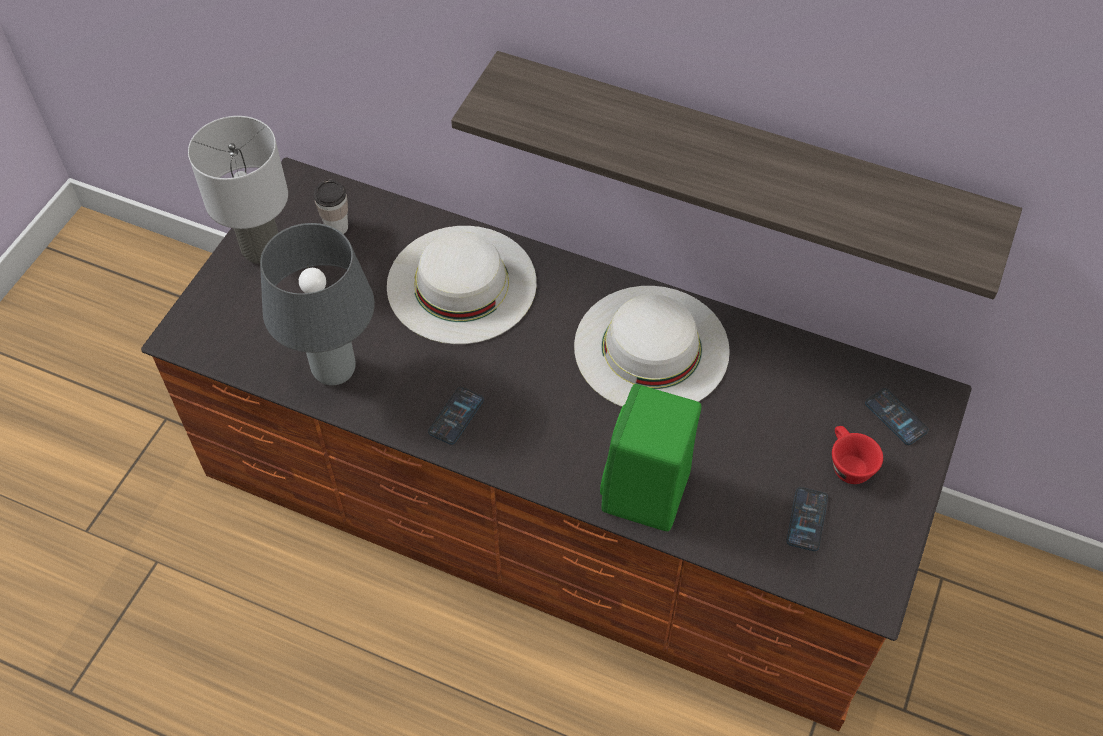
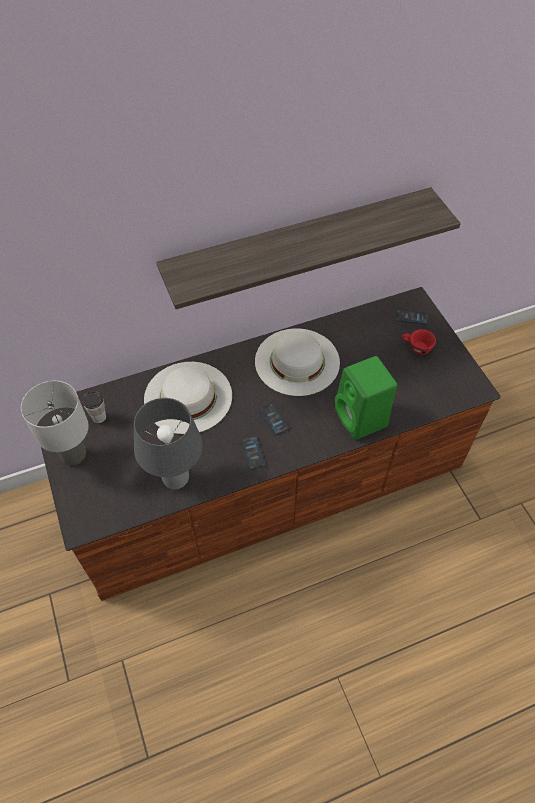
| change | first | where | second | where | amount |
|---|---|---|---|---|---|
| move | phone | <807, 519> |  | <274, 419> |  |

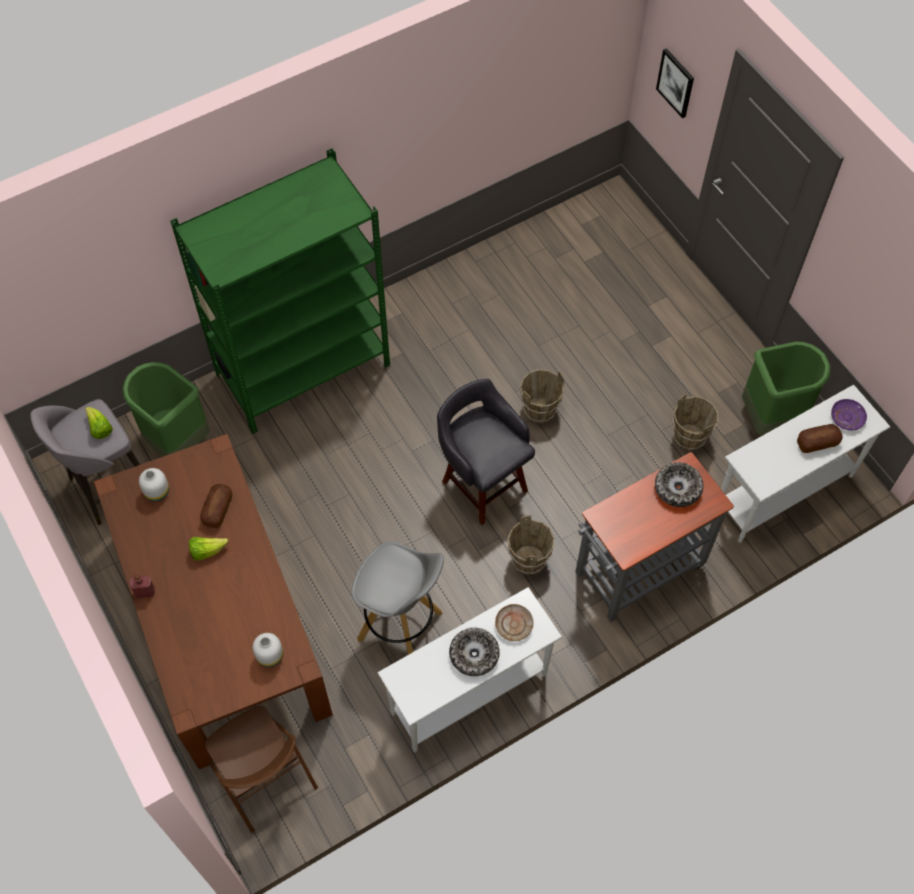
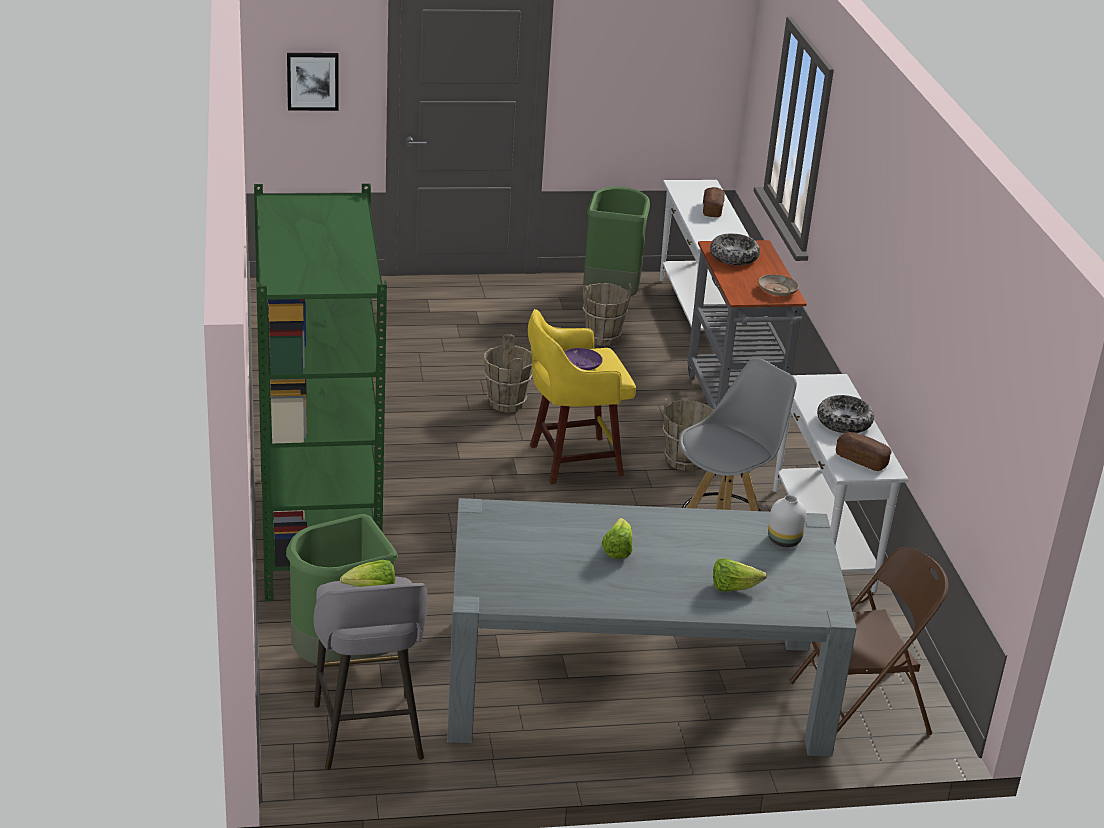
| change | first | where | second | where | amount |
|---|---|---|---|---|---|
| recolor | brown_dining_table | <213, 601> | grey_dining_table | <652, 627> |  |
| delete | red_bottle | <142, 586> |  |  |  |
| delete | white_vase | <154, 485> |  |  |  |
| move | bread | <216, 506> |  | <863, 451> |  |
| recolor | grey_stool | <486, 452> | yellow_stool | <582, 396> |  |
| move | beige_plate | <514, 622> |  | <778, 285> |  |
| move | purple_plate | <849, 414> |  | <583, 359> |  |
| insert |  |  | lettuce | <740, 575> |  |

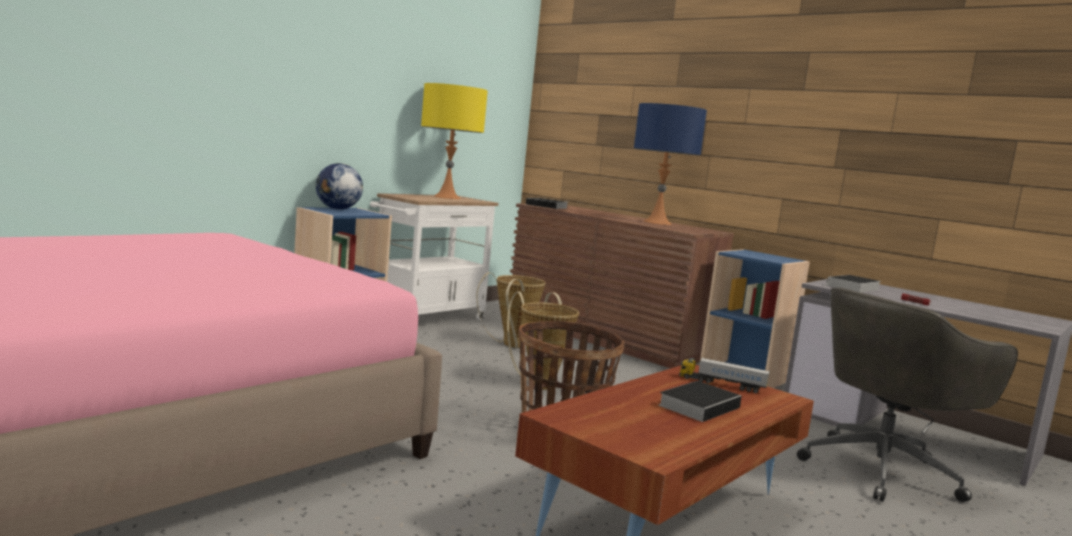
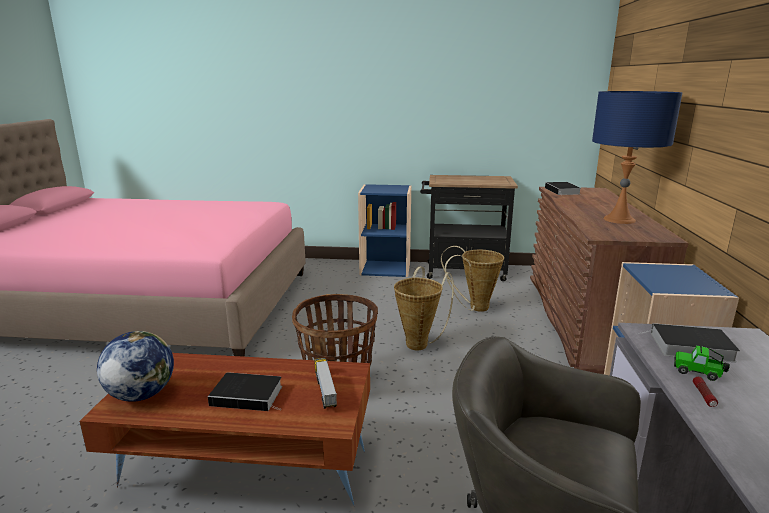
| change | first | where | second | where | amount |
|---|---|---|---|---|---|
| move | globe | <339, 186> |  | <135, 366> |  |
| recolor | white_cart | <434, 256> | black_cart | <469, 228> |  |
| delete | yellow_table_lamp | <454, 141> |  |  |  |
| insert |  |  | toy_car | <702, 363> |  |

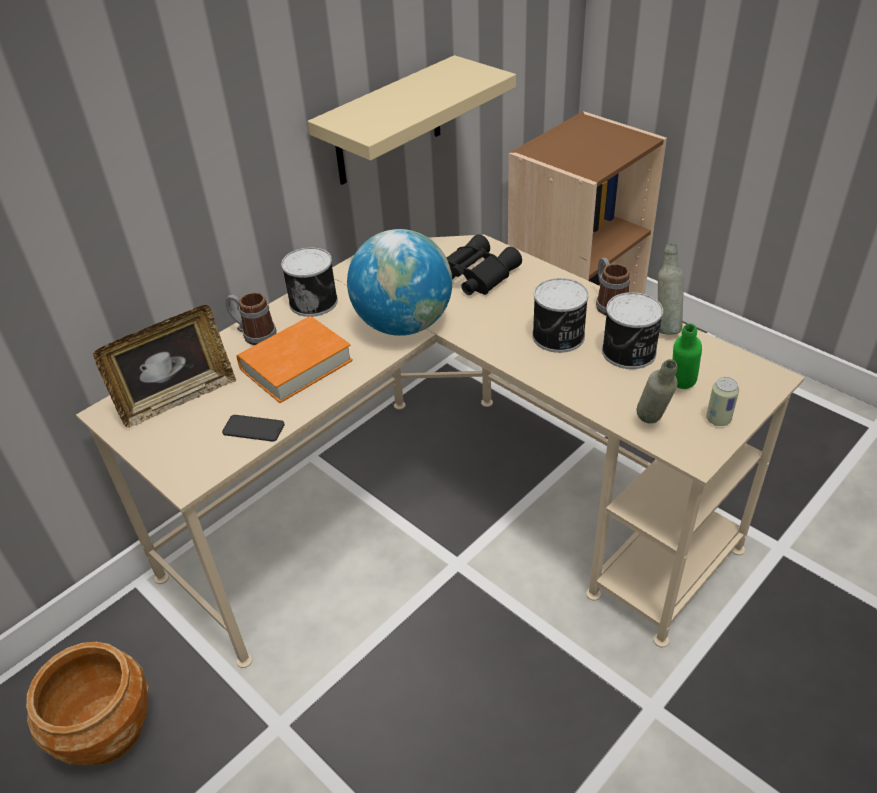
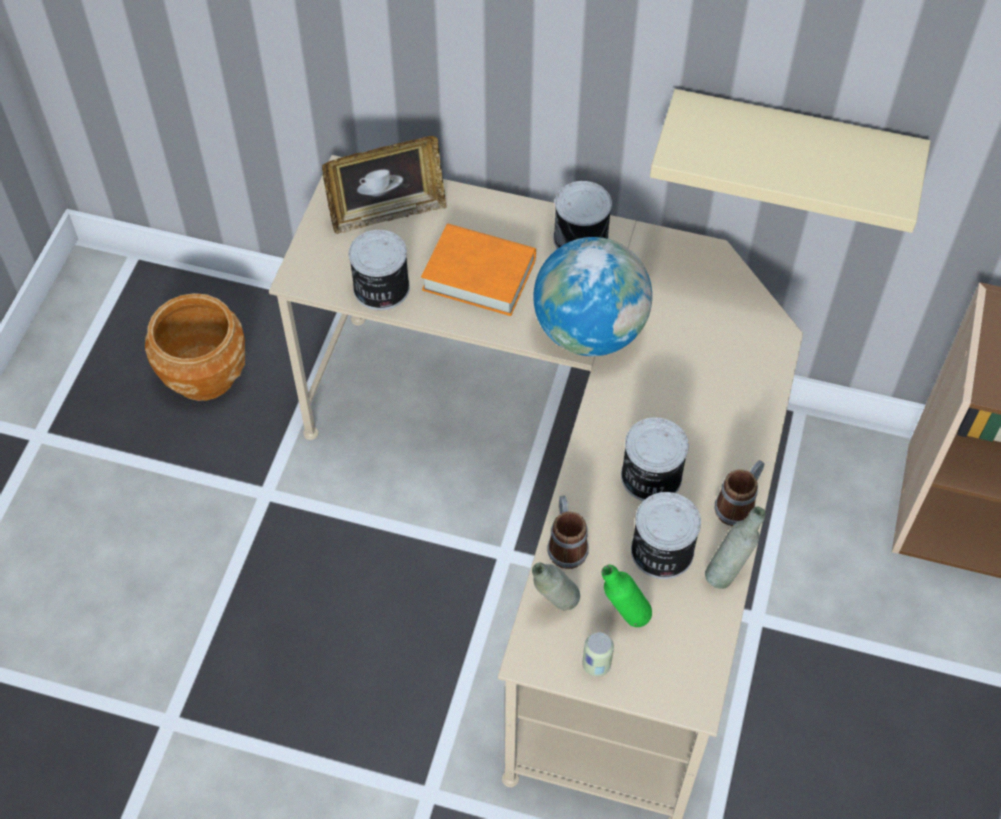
| change | first | where | second | where | amount |
|---|---|---|---|---|---|
| rotate | picture_frame | <164, 366> |  | <384, 185> | 45 degrees counterclockwise |
| replace | phone | <253, 428> | can | <379, 270> |  |
| move | mug | <251, 318> |  | <568, 532> |  |
| delete | black_binoculars | <484, 264> |  |  |  |

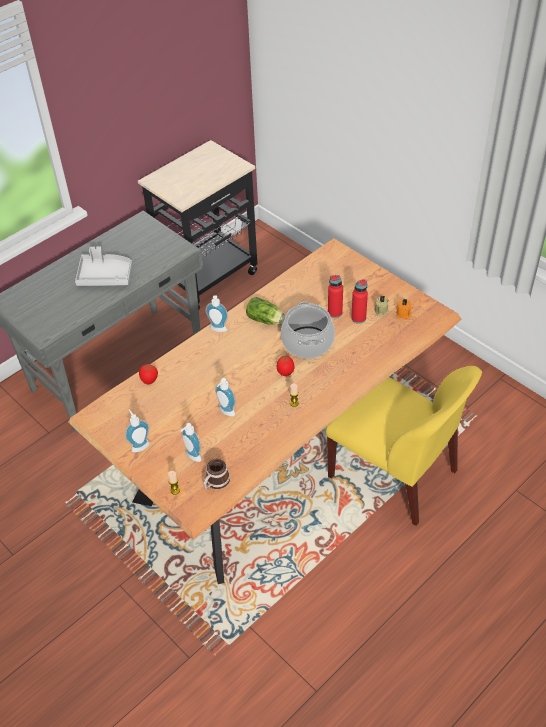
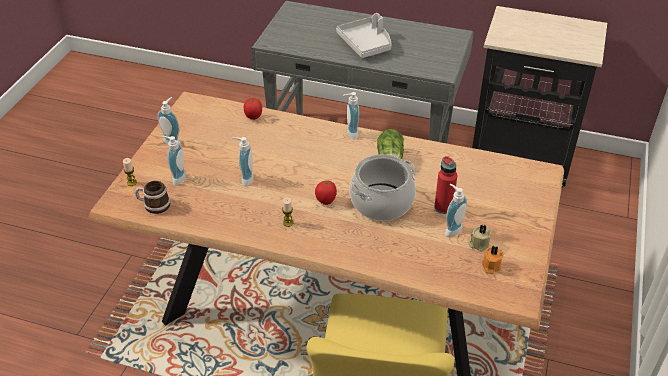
| change | first | where | second | where | amount |
|---|---|---|---|---|---|
| replace | red_bottle | <359, 301> | soap_dispenser | <456, 210> |  |

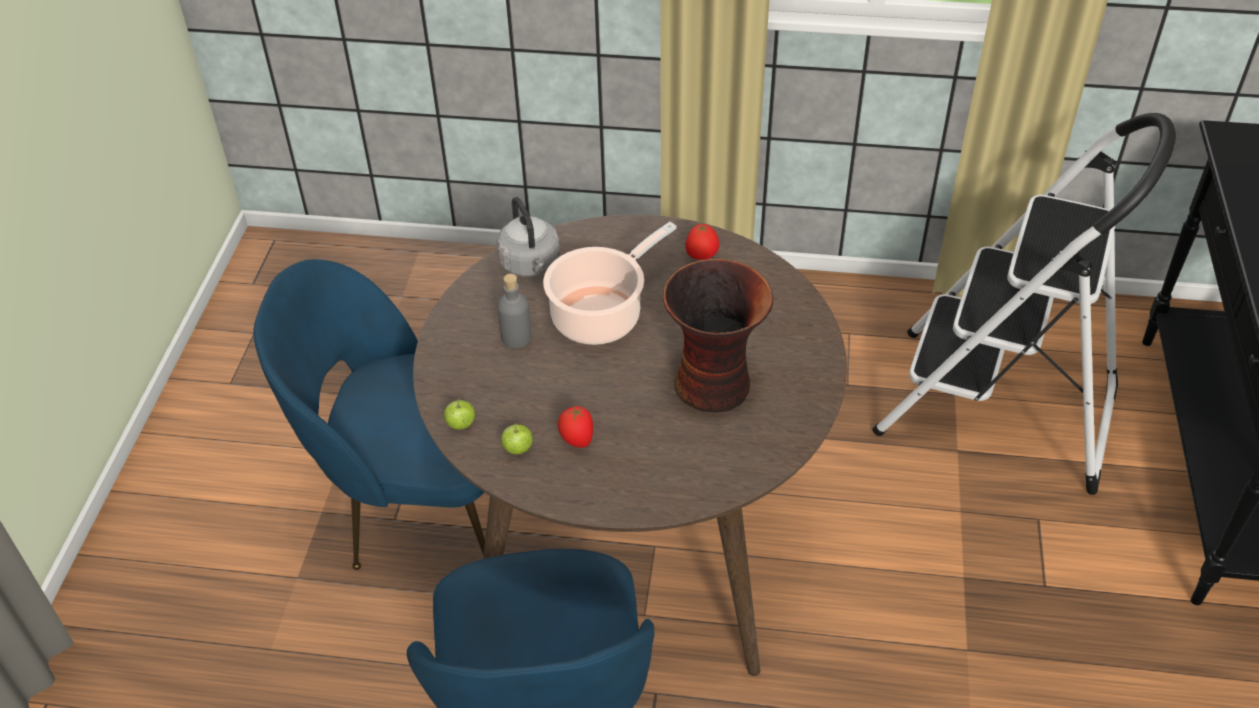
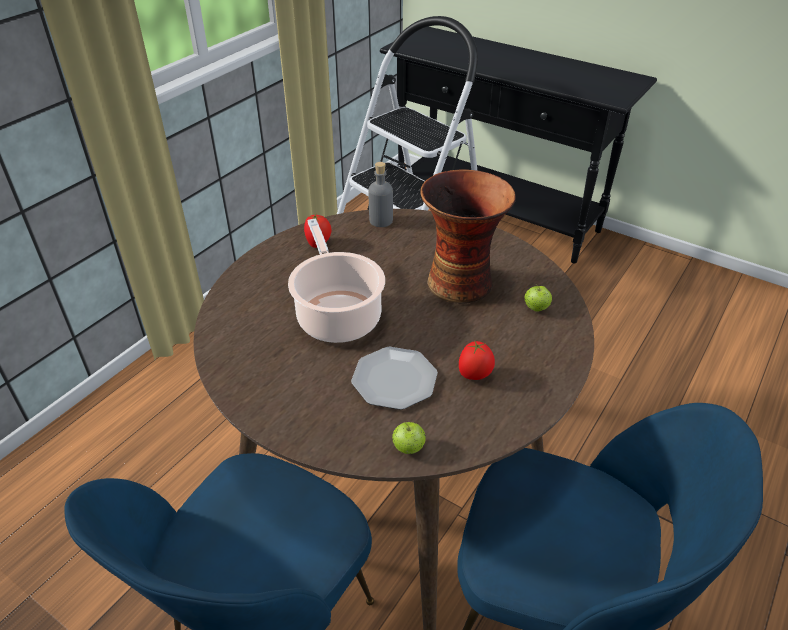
| change | first | where | second | where | amount |
|---|---|---|---|---|---|
| delete | grey_kettle | <528, 237> |  |  |  |
| move | grey_bottle | <514, 311> |  | <380, 194> |  |
| move | apple | <517, 439> |  | <538, 298> |  |
| insert |  |  | plate | <394, 378> |  |

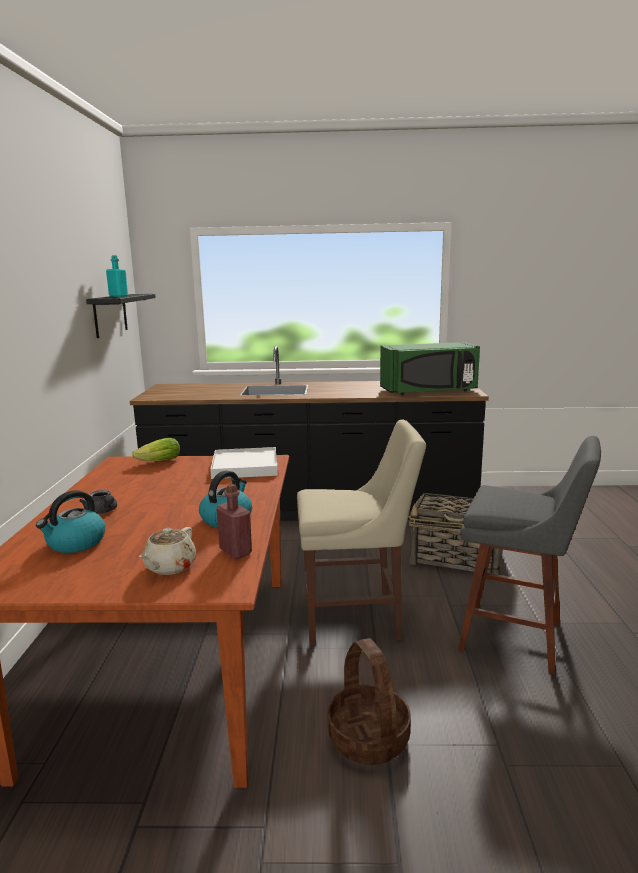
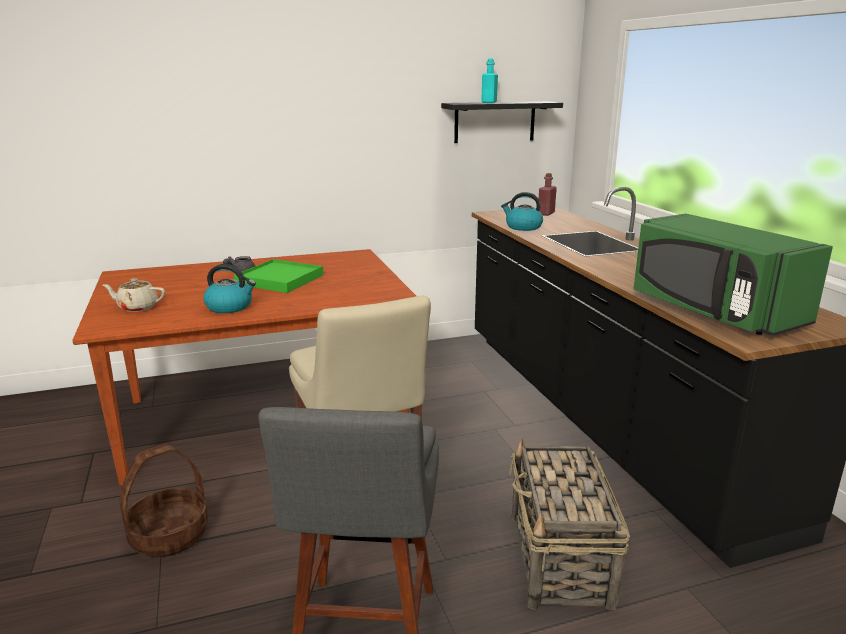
| change | first | where | second | where | amount |
|---|---|---|---|---|---|
| move | kettle | <70, 521> |  | <522, 211> |  |
| delete | lettuce | <156, 449> |  |  |  |
| delete | white_tray | <244, 463> |  |  |  |
| move | red_bottle | <234, 521> |  | <548, 194> |  |
| insert |  |  | green_tray | <279, 276> |  |

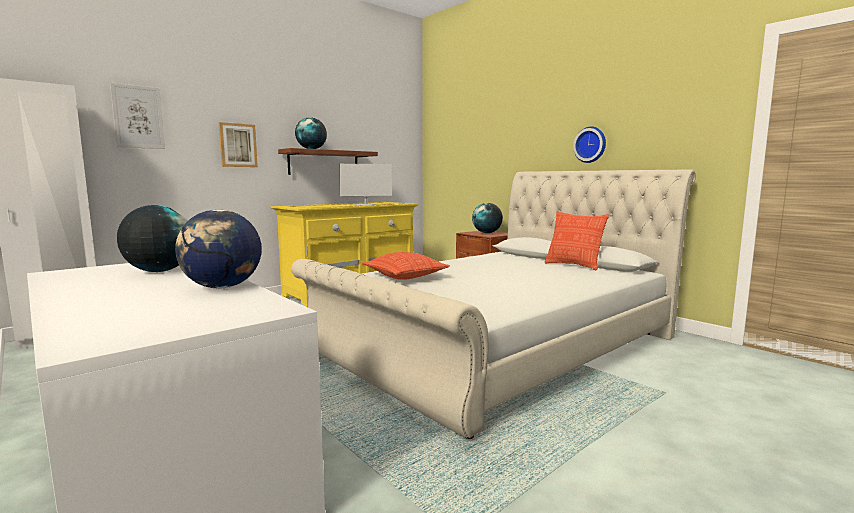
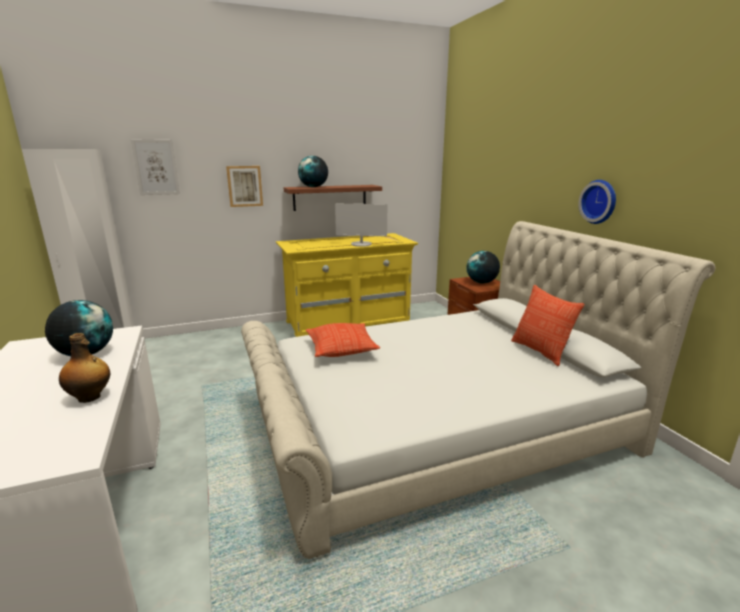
| change | first | where | second | where | amount |
|---|---|---|---|---|---|
| replace | globe | <218, 249> | bottle | <84, 368> |  |

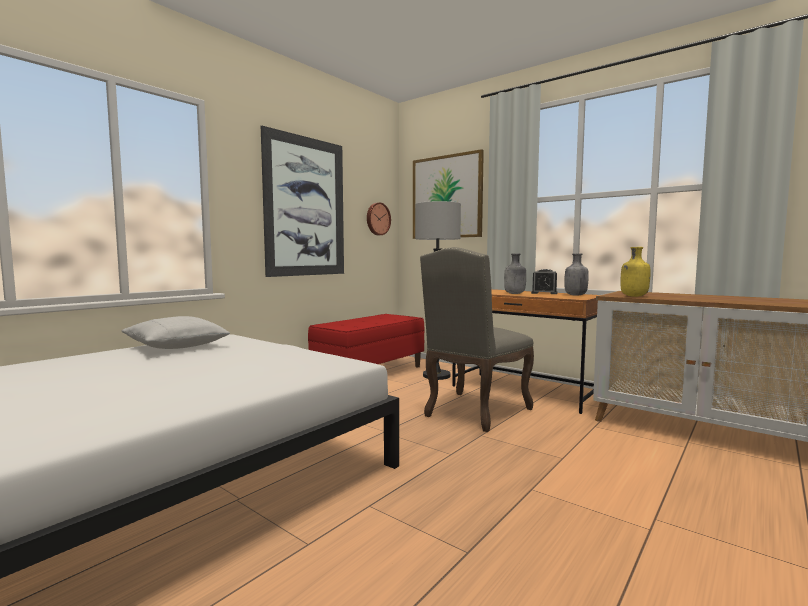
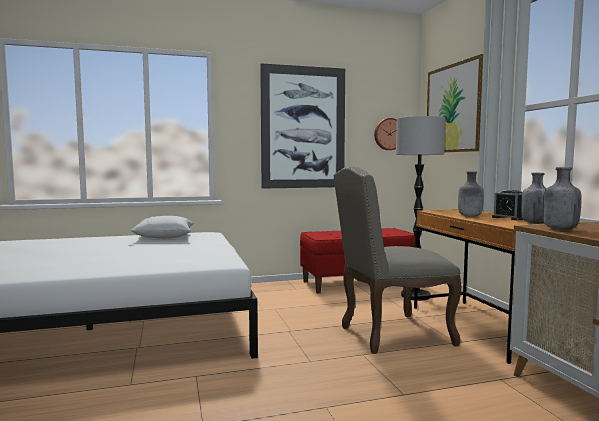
| change | first | where | second | where | amount |
|---|---|---|---|---|---|
| recolor | yellow_bottle | <635, 272> | grey_bottle | <562, 198> |  |

